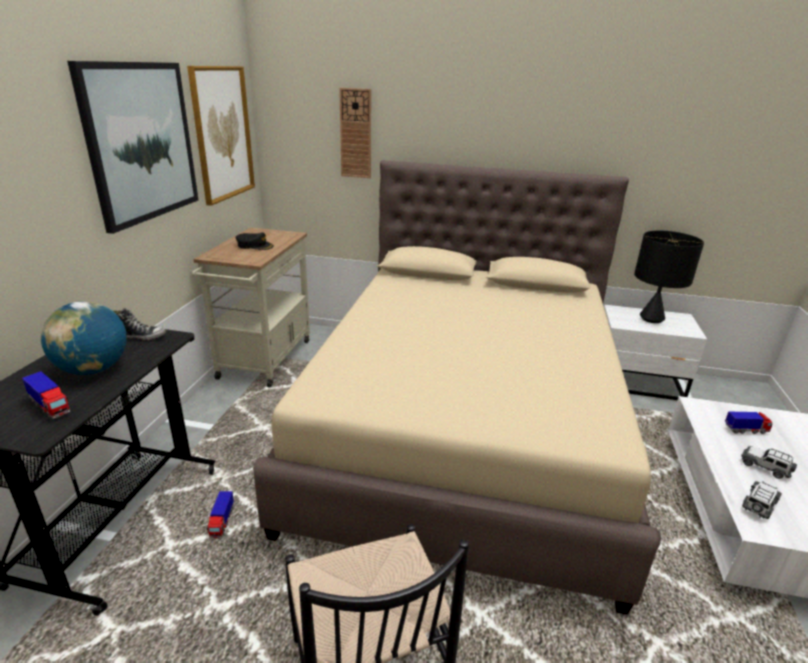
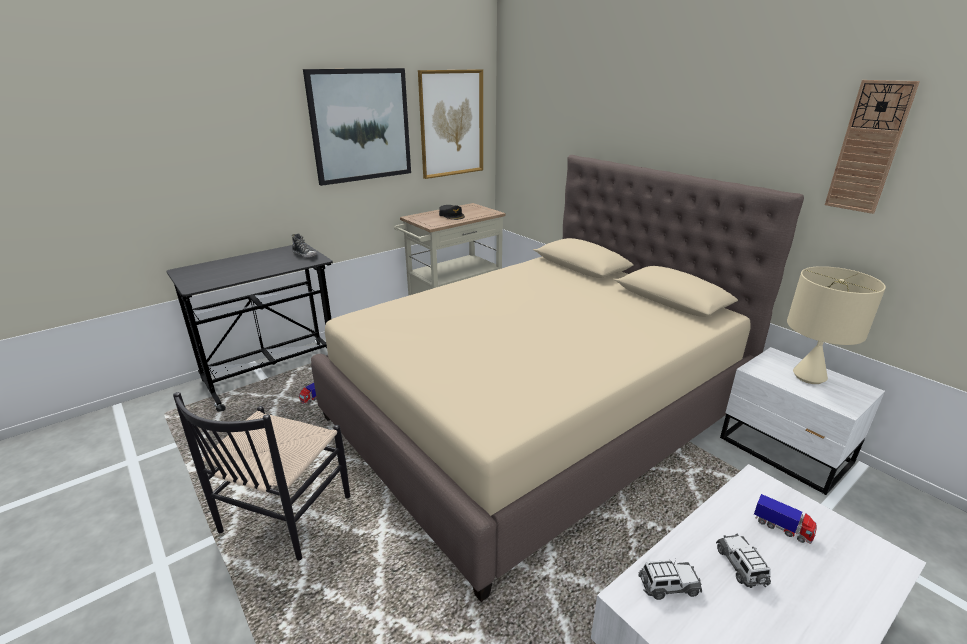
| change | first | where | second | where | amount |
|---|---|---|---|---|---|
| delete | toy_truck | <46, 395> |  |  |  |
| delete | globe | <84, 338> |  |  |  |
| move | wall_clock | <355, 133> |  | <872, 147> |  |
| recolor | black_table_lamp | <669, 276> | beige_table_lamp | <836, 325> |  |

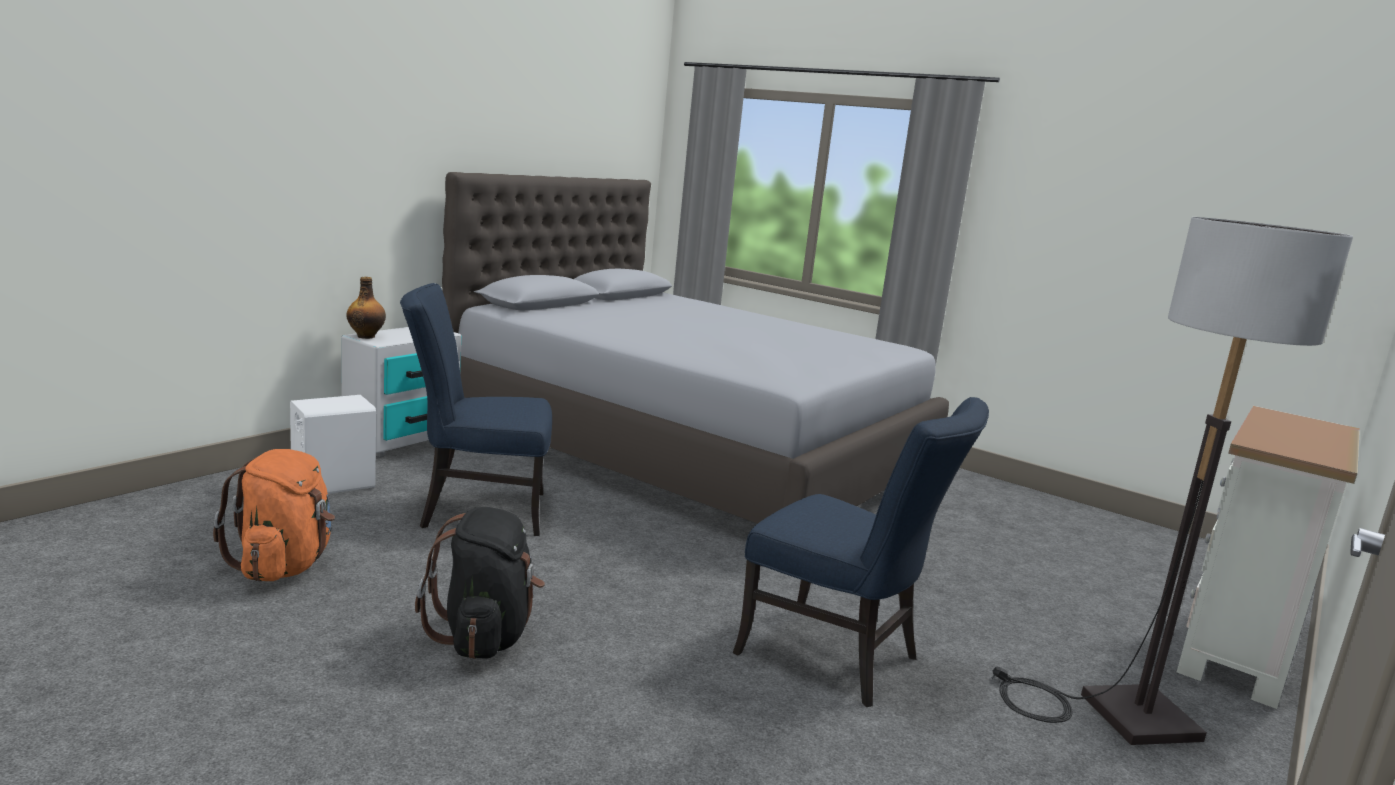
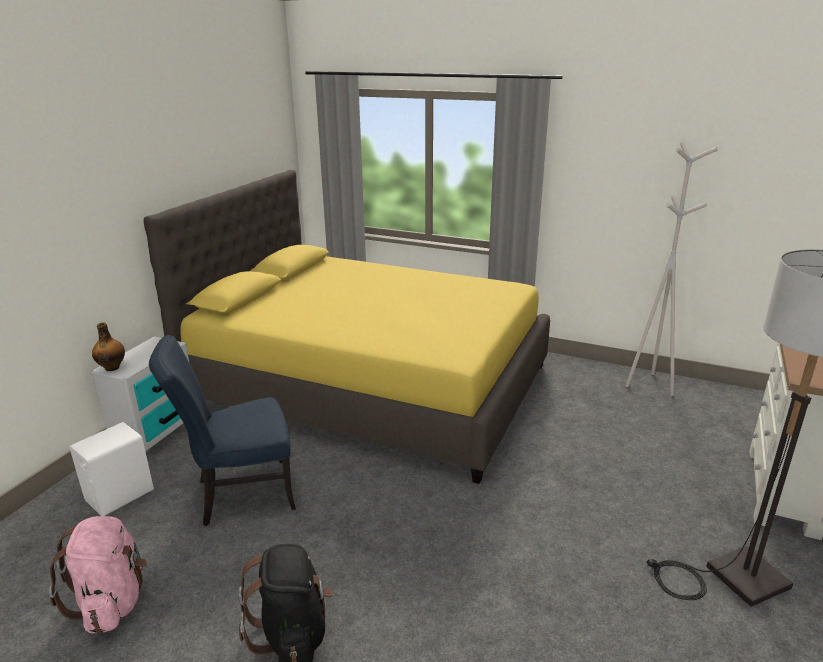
| change | first | where | second | where | amount |
|---|---|---|---|---|---|
| recolor | orange_backpack | <274, 515> | pink_backpack | <98, 575> |  |
| recolor | grey_bed | <695, 348> | yellow_bed | <347, 327> |  |
| delete | blue_chair | <861, 552> |  |  |  |
| insert |  |  | grey_clothes_rack | <671, 269> |  |

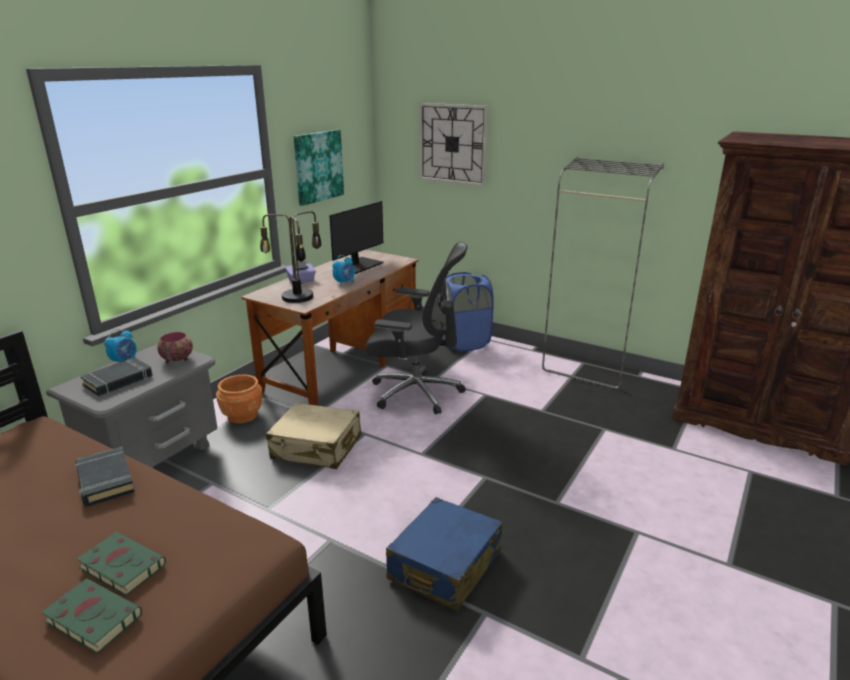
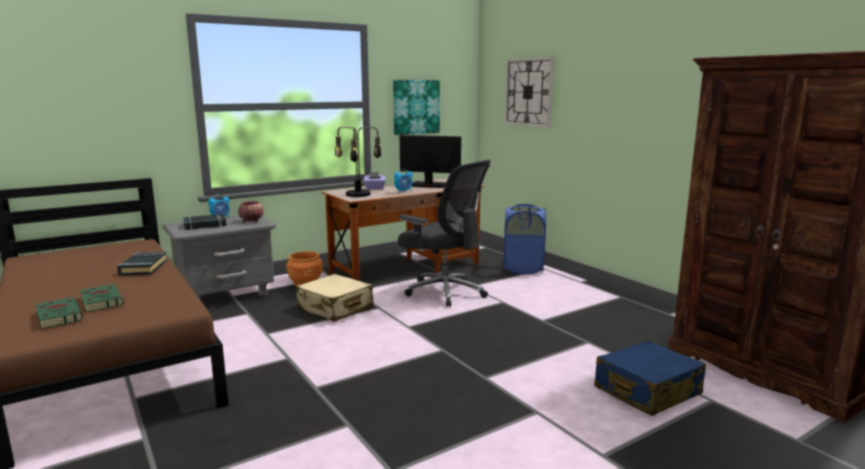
| change | first | where | second | where | amount |
|---|---|---|---|---|---|
| rotate | monitor | <356, 237> |  | <430, 161> | 135 degrees counterclockwise |
| move | blue_suitcase | <444, 554> |  | <650, 378> |  |
| delete | grey_clothes_rack | <603, 272> |  |  |  |

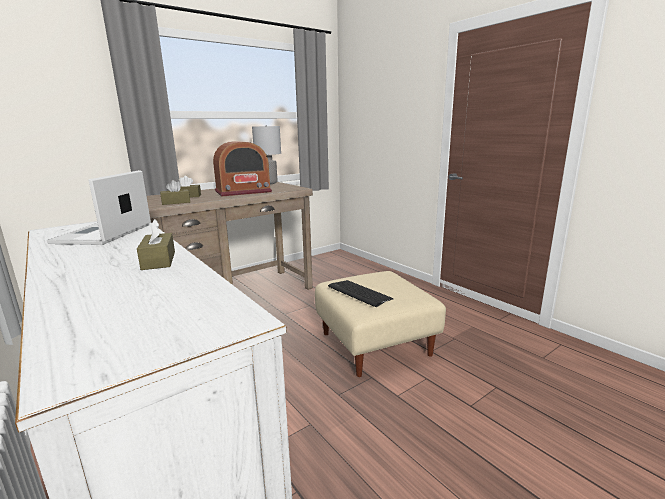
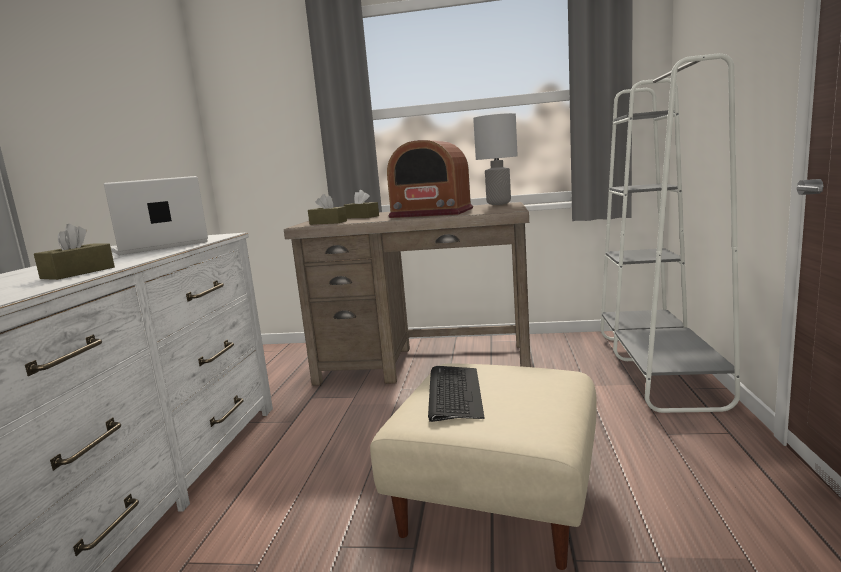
| change | first | where | second | where | amount |
|---|---|---|---|---|---|
| insert |  |  | grey_clothes_rack | <670, 233> |  |

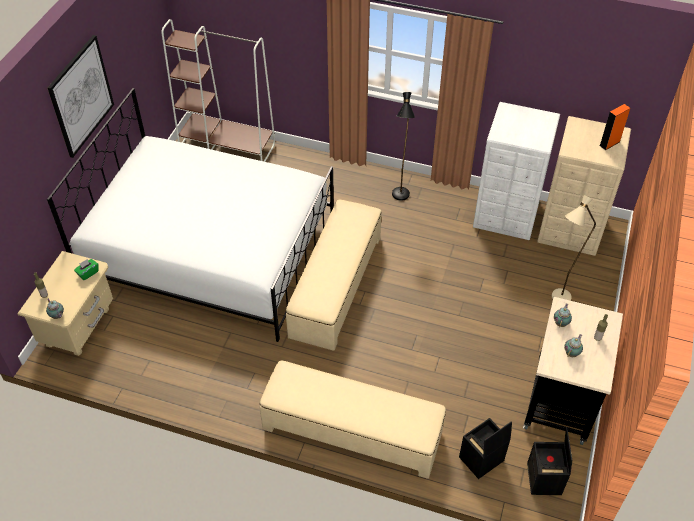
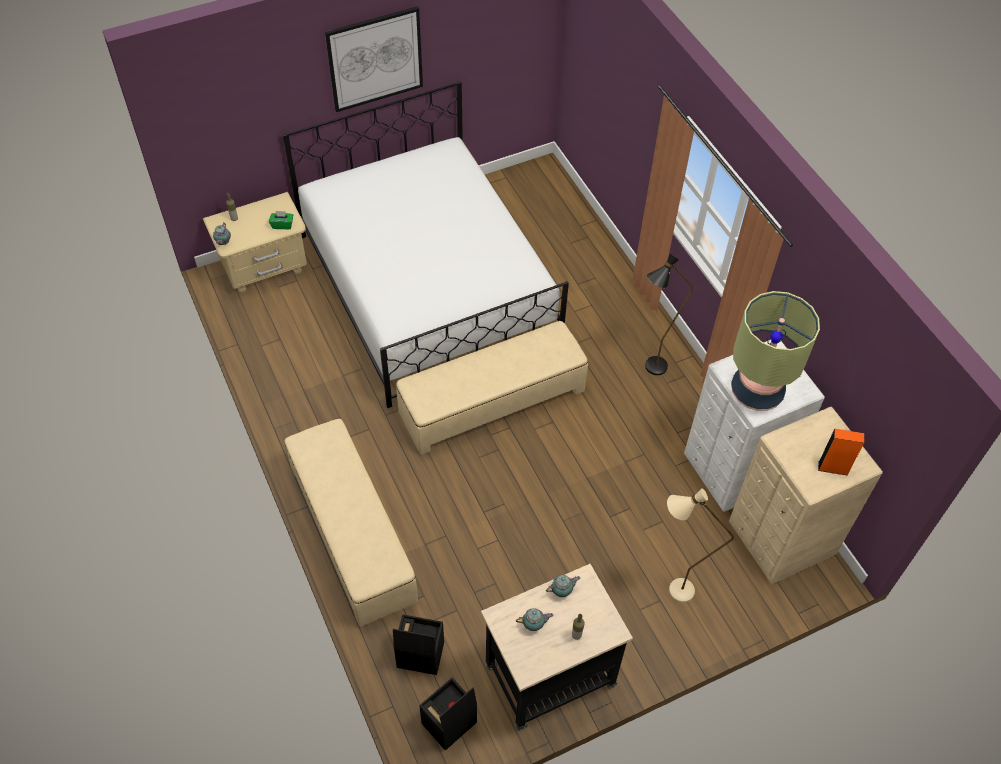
| change | first | where | second | where | amount |
|---|---|---|---|---|---|
| delete | brown_clothes_rack | <218, 90> |  |  |  |
| insert |  |  | table_lamp | <775, 351> |  |

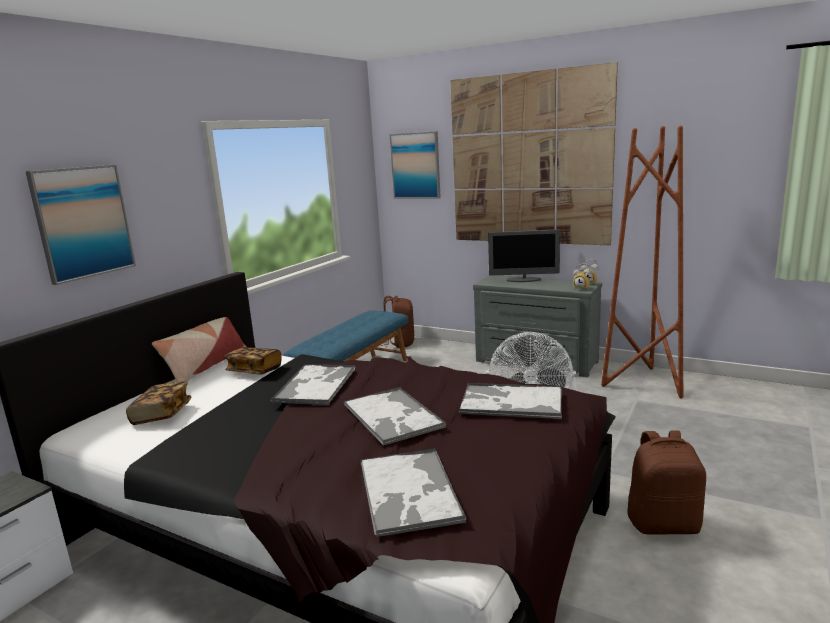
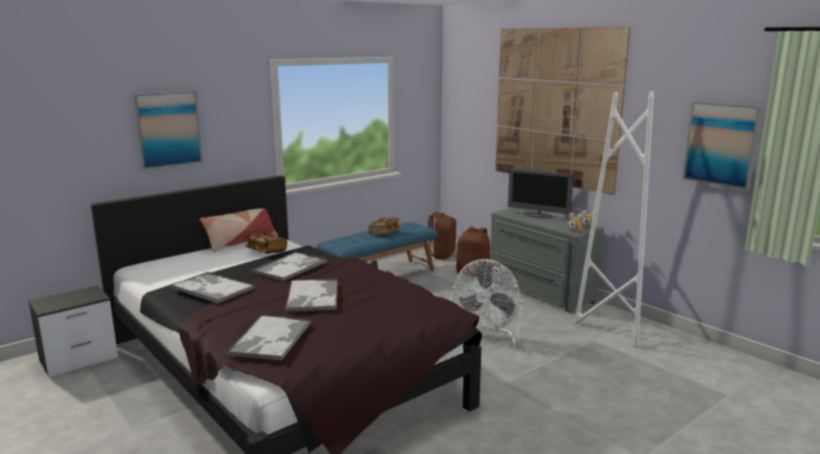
| change | first | where | second | where | amount |
|---|---|---|---|---|---|
| move | book | <158, 403> |  | <384, 226> |  |
| move | picture | <415, 165> |  | <722, 146> |  |
| move | tray | <510, 401> |  | <212, 288> |  |
| recolor | brown_clothes_rack | <642, 261> | white_clothes_rack | <614, 219> |  |
| move | brown_backpack | <666, 482> |  | <473, 251> |  |

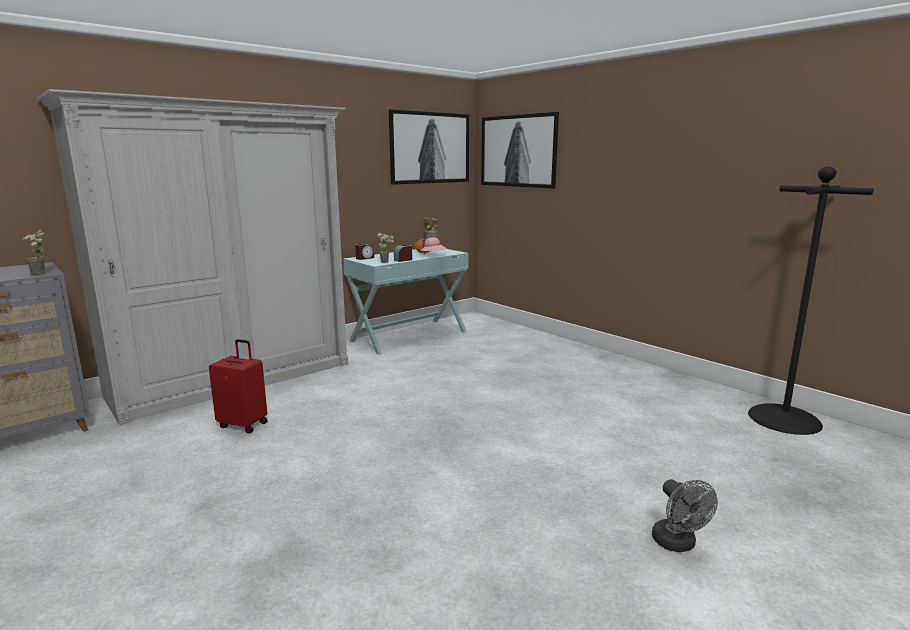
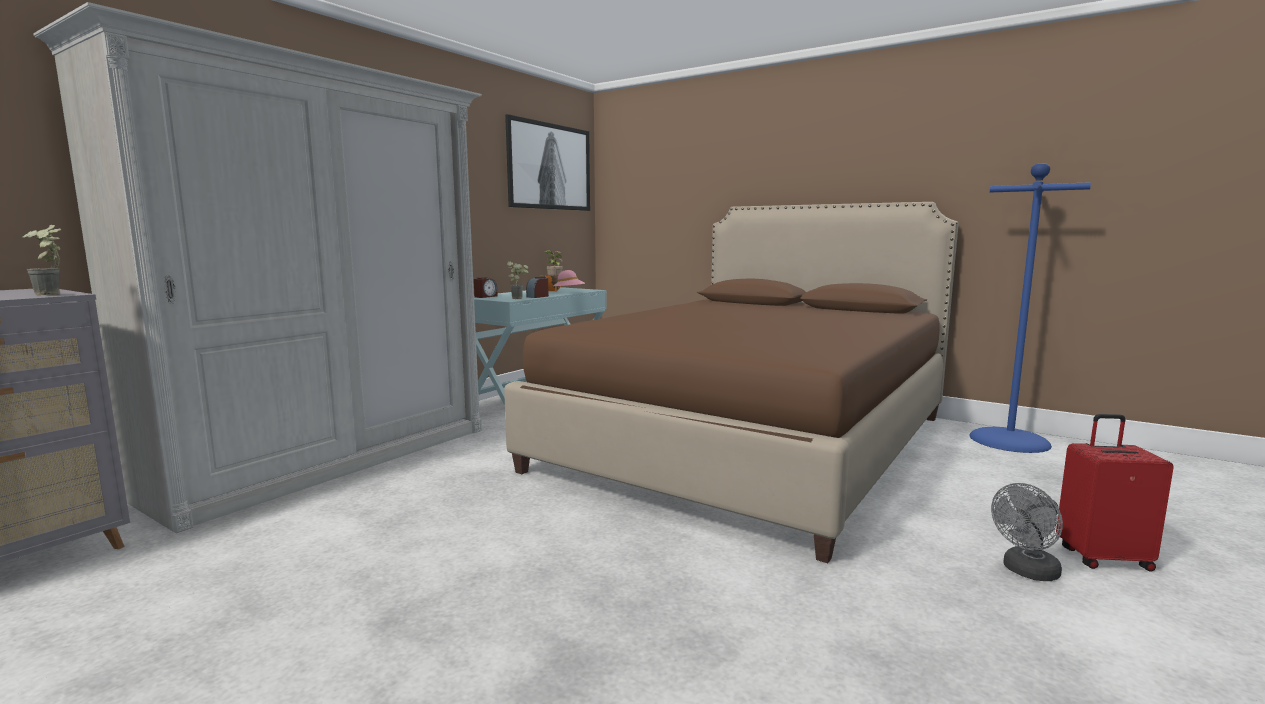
| change | first | where | second | where | amount |
|---|---|---|---|---|---|
| move | red_suitcase | <238, 386> |  | <1115, 492> |  |
| delete | picture | <520, 150> |  |  |  |
| rotate | grey_fan | <685, 515> |  | <1027, 532> | 90 degrees clockwise |
| recolor | black_clothes_rack | <810, 301> | blue_clothes_rack | <1030, 308> |  |
| insert |  |  | brown_bed | <731, 382> |  |

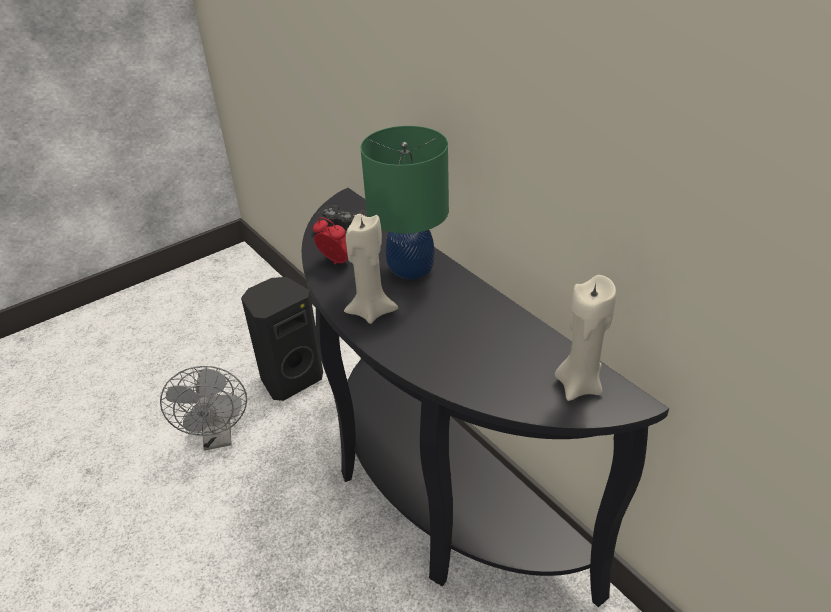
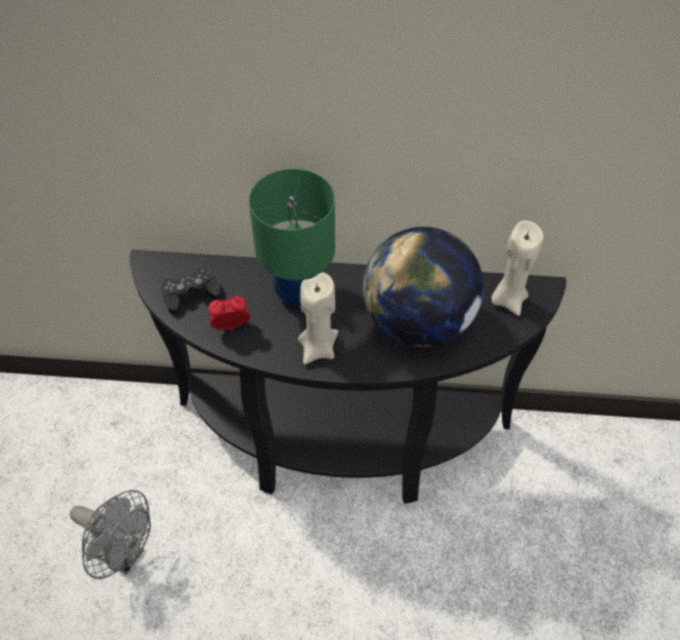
| change | first | where | second | where | amount |
|---|---|---|---|---|---|
| delete | black_speaker | <282, 339> |  |  |  |
| insert |  |  | globe | <423, 287> |  |

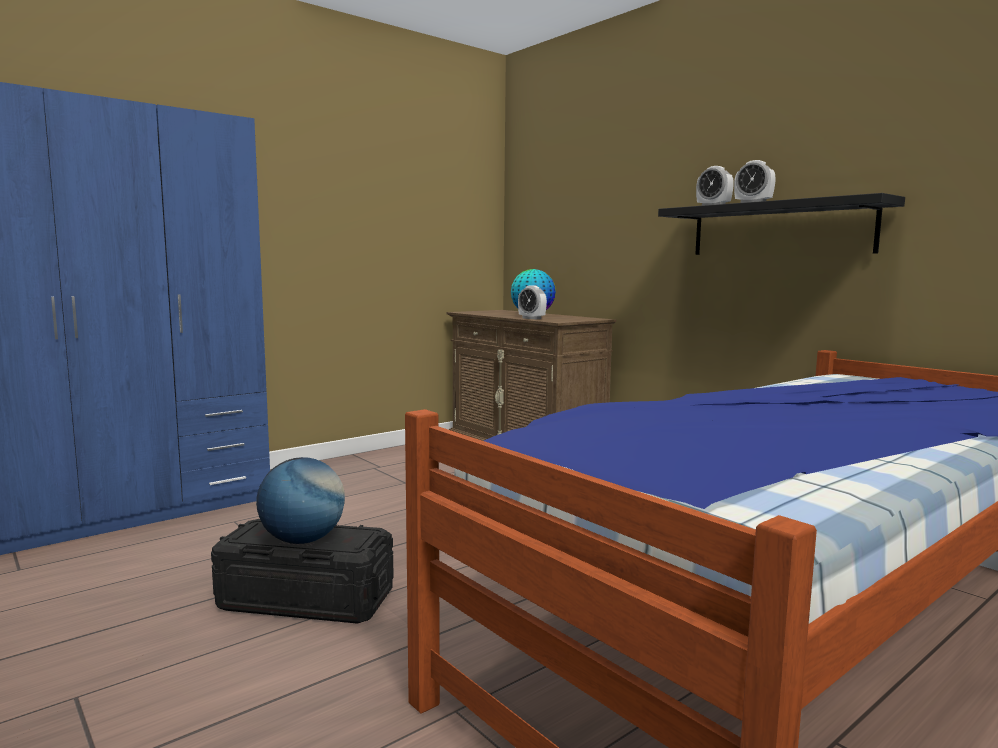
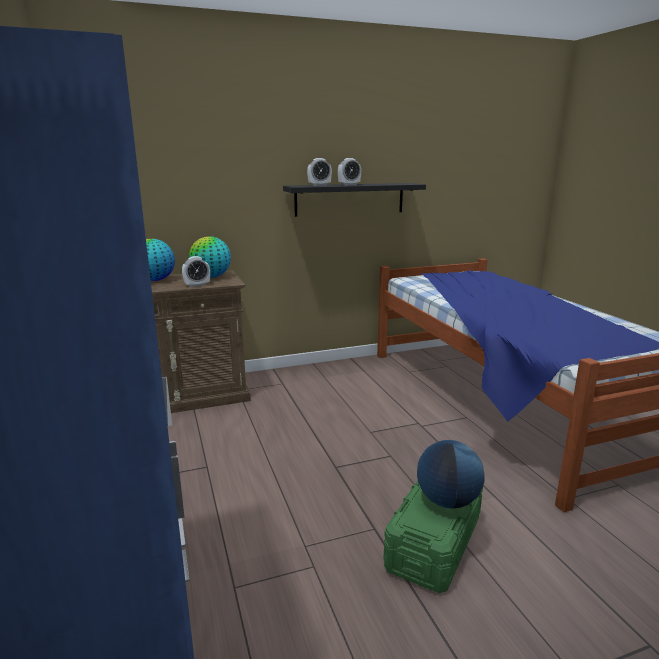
| change | first | where | second | where | amount |
|---|---|---|---|---|---|
| recolor | black_storage_box | <302, 571> | green_storage_box | <433, 537> |  |
| insert |  |  | globe | <210, 257> |  |

